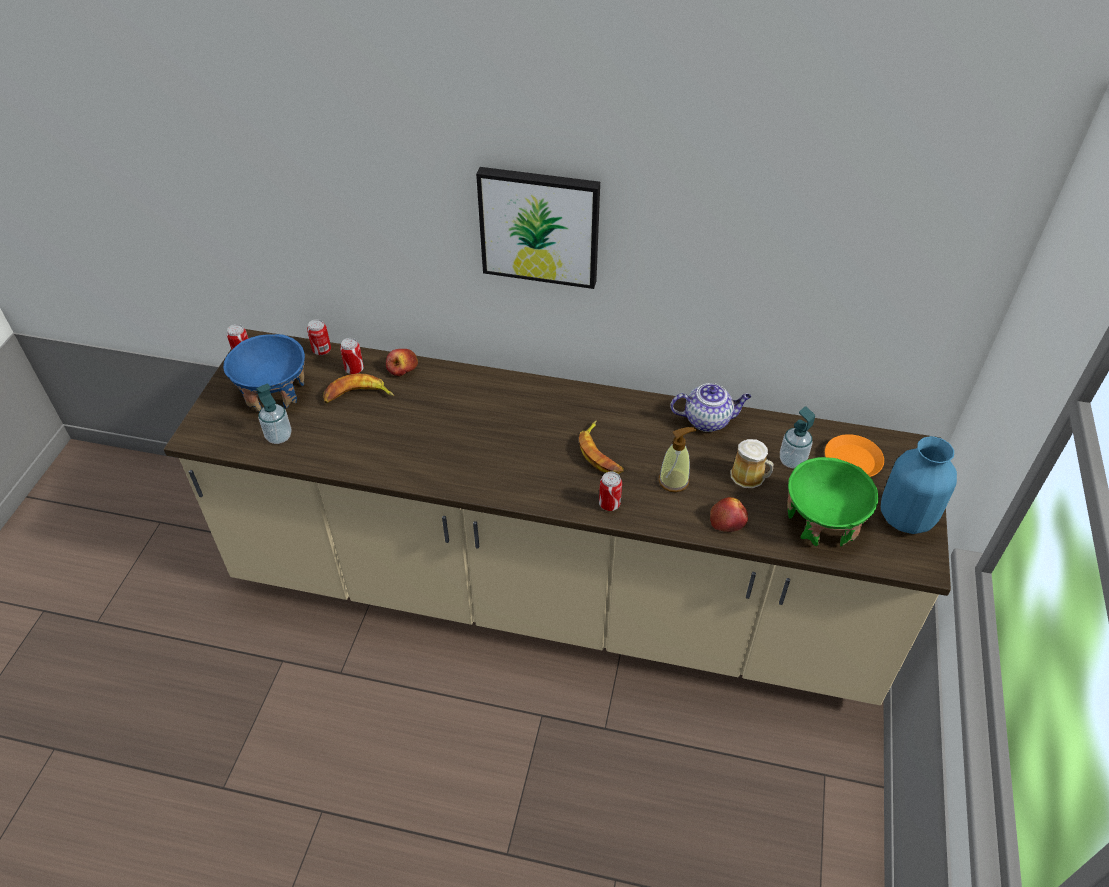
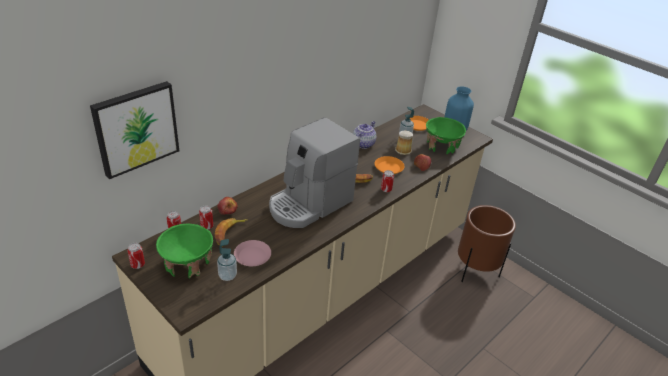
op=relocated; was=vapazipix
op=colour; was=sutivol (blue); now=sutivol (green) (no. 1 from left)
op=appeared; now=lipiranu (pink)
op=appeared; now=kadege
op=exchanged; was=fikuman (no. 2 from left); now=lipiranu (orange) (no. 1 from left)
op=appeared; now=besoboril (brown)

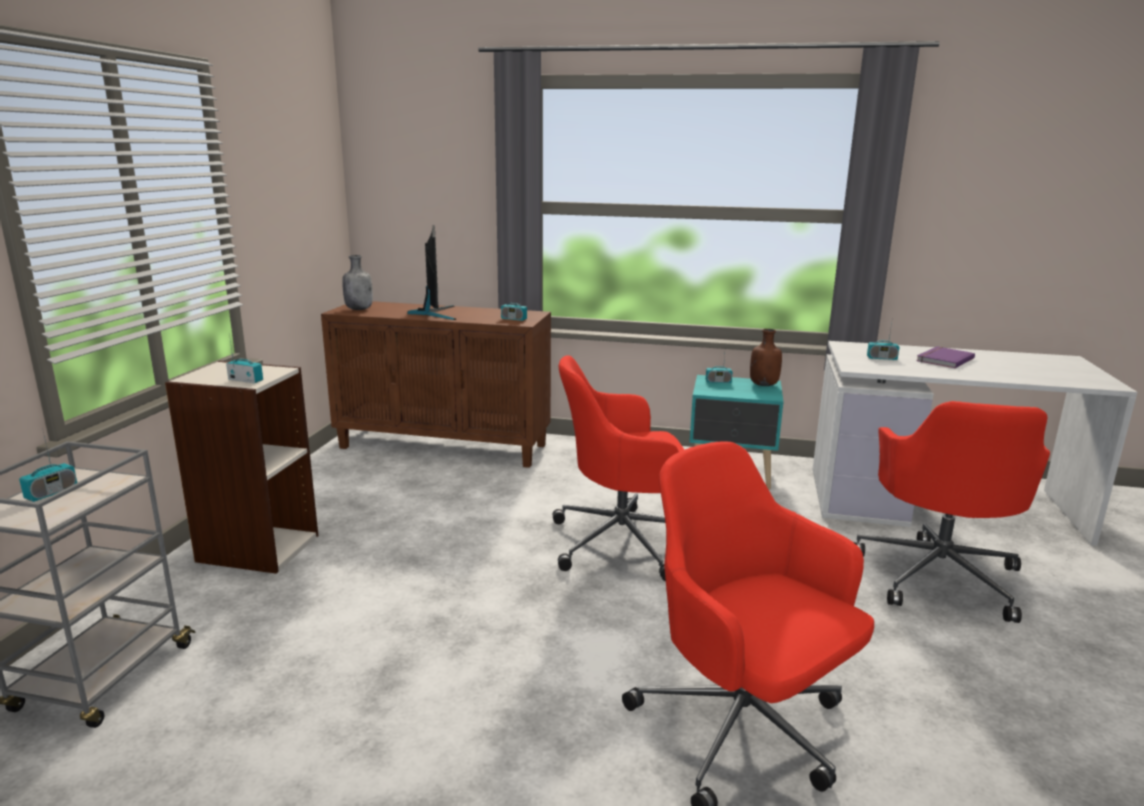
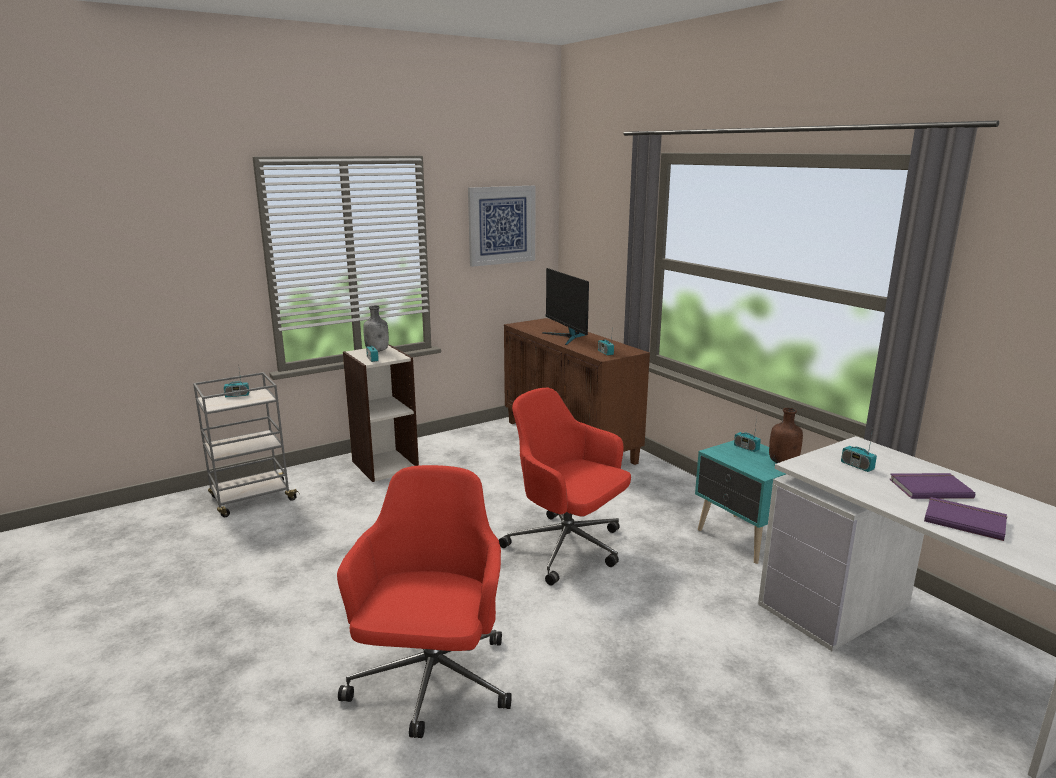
op=relocated; was=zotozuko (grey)
op=appeared; now=vapazipix
op=spun; was=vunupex; clockwise=120
op=appeared; now=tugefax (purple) (no. 2 from left)
op=missing; was=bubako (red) (no. 3 from left)

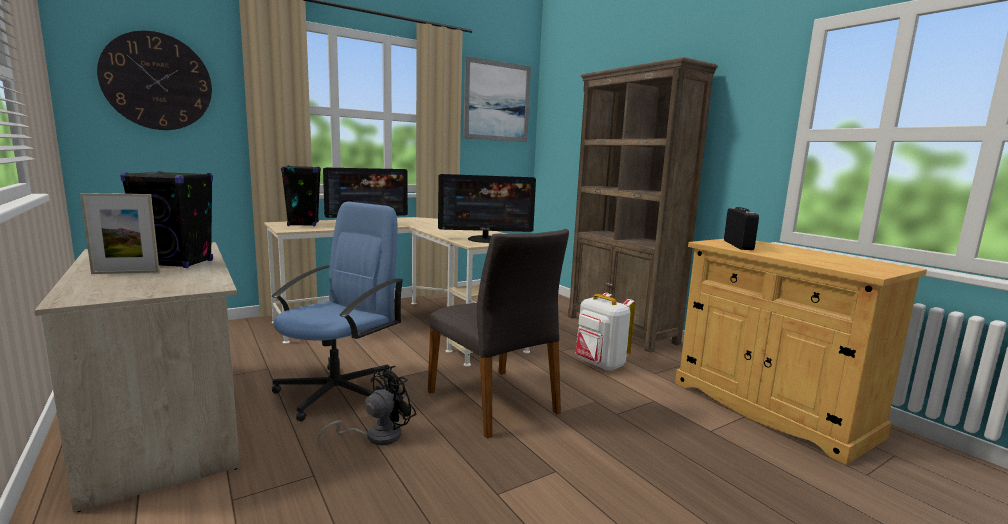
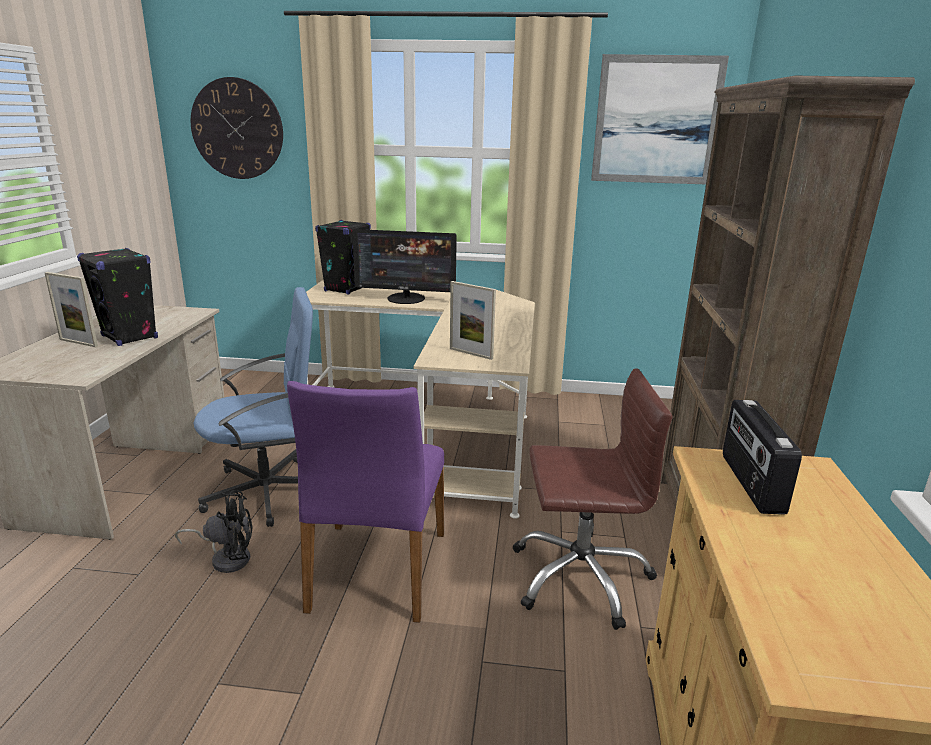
op=colour; was=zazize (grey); now=zazize (purple)
op=exchanged; was=vunupex (no. 2 from left); now=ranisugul (no. 2 from left)
op=exchanged; was=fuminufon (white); now=bubako (brown)
op=spun; was=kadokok; clockwise=135

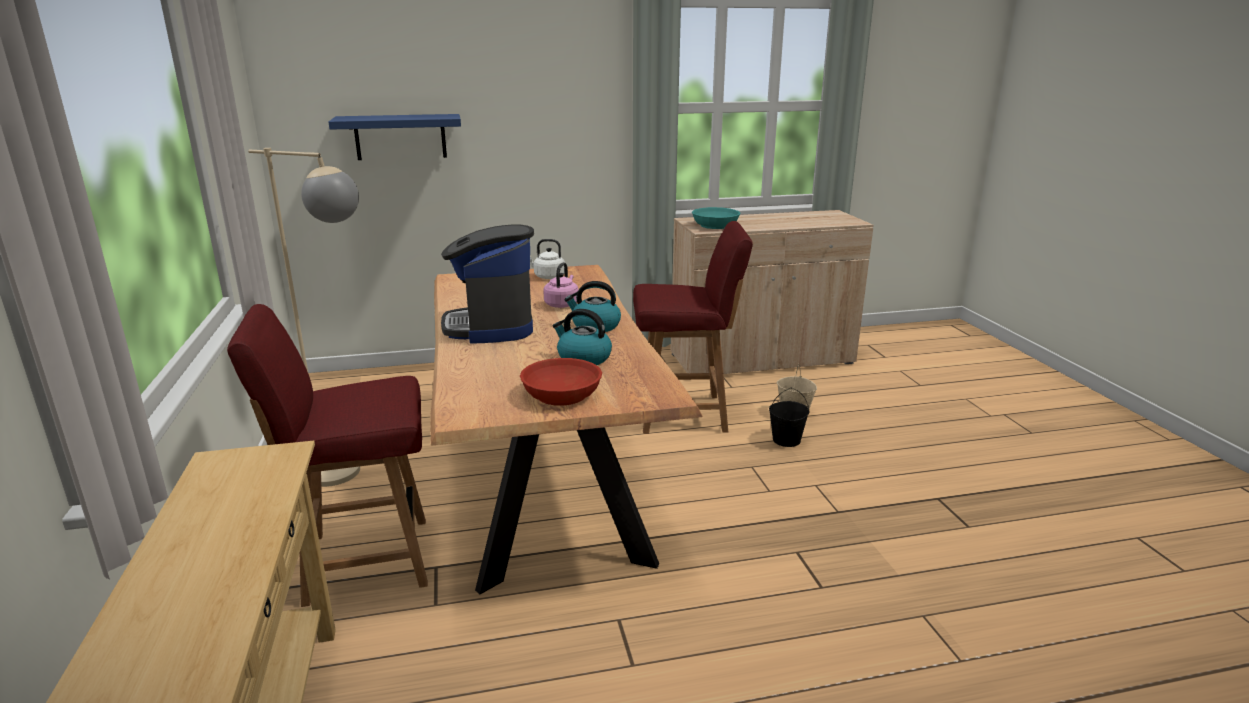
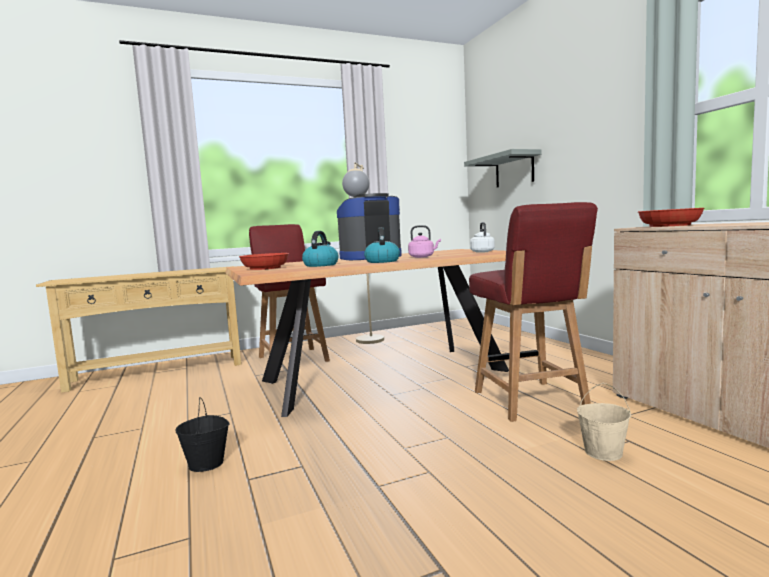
op=relocated; was=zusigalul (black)
op=colour; was=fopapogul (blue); now=fopapogul (grey)
op=colour; was=sutivol (turquoise); now=sutivol (red) (no. 2 from left)

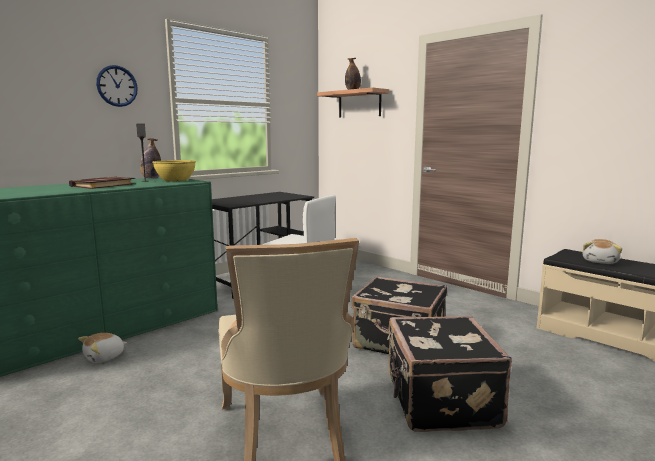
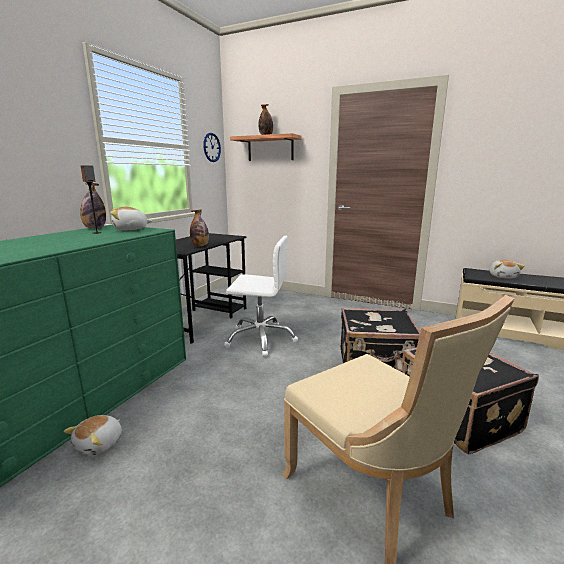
op=exchanged; was=sutivol (yellow); now=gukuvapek (no. 2 from left)
op=appeared; now=zotozuko (no. 2 from left)
op=relocated; was=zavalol
op=missing; was=tugefax

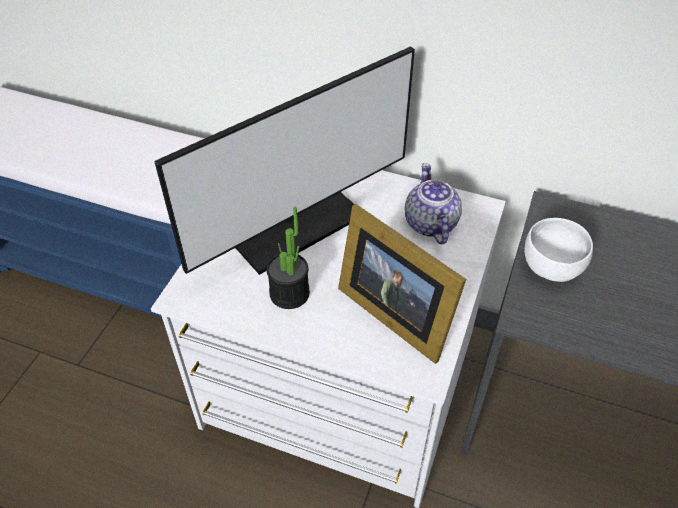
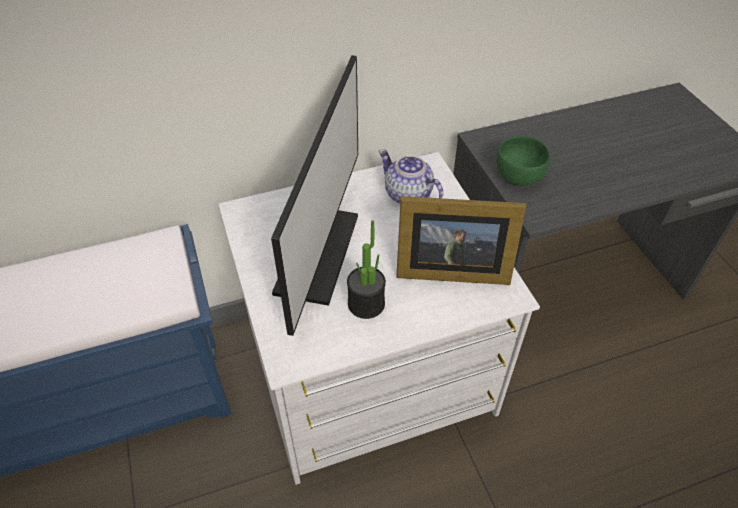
op=colour; was=sutivol (white); now=sutivol (green)

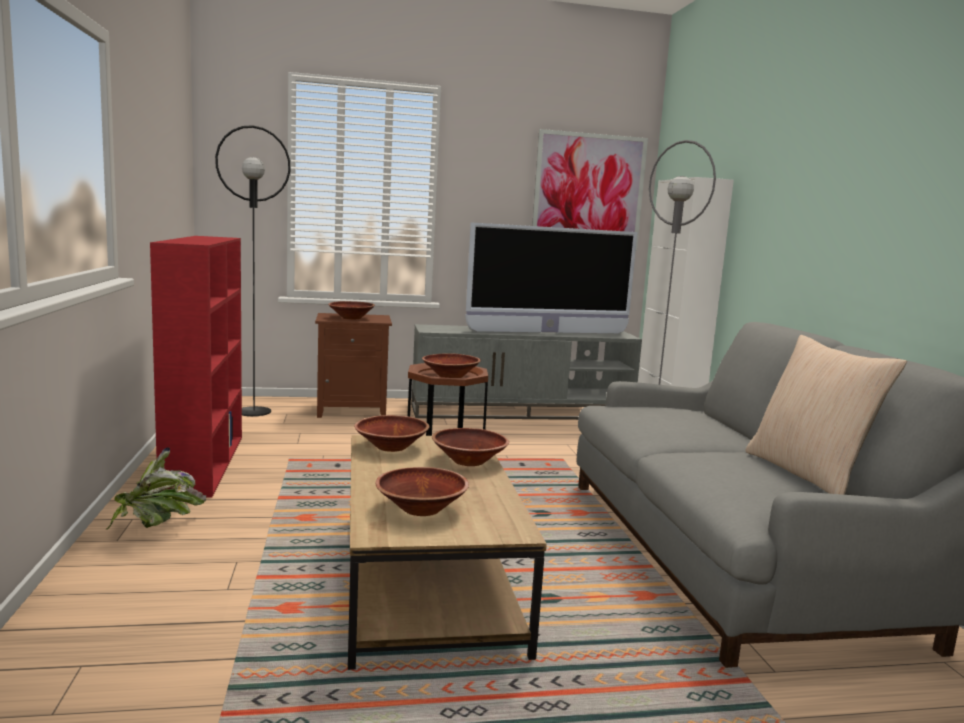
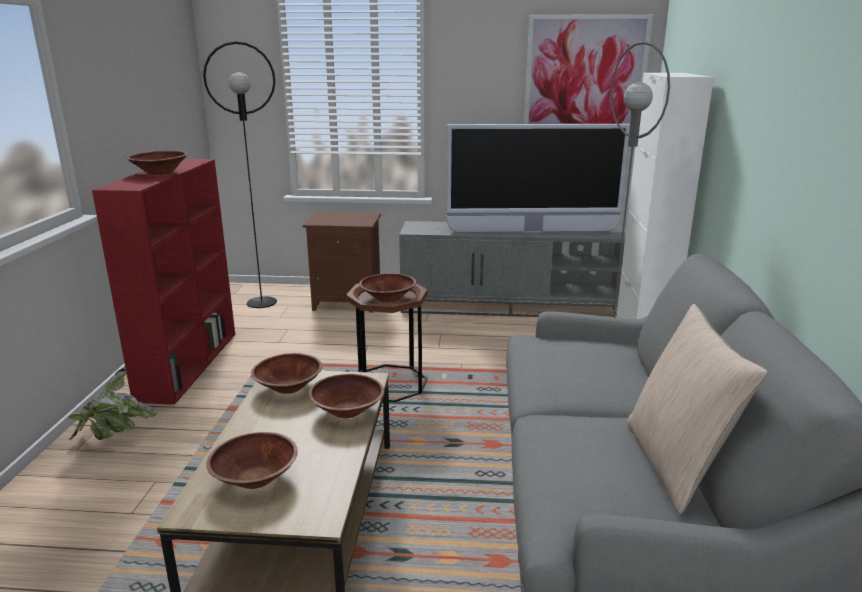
op=relocated; was=sutivol (brown) (no. 1 from left)

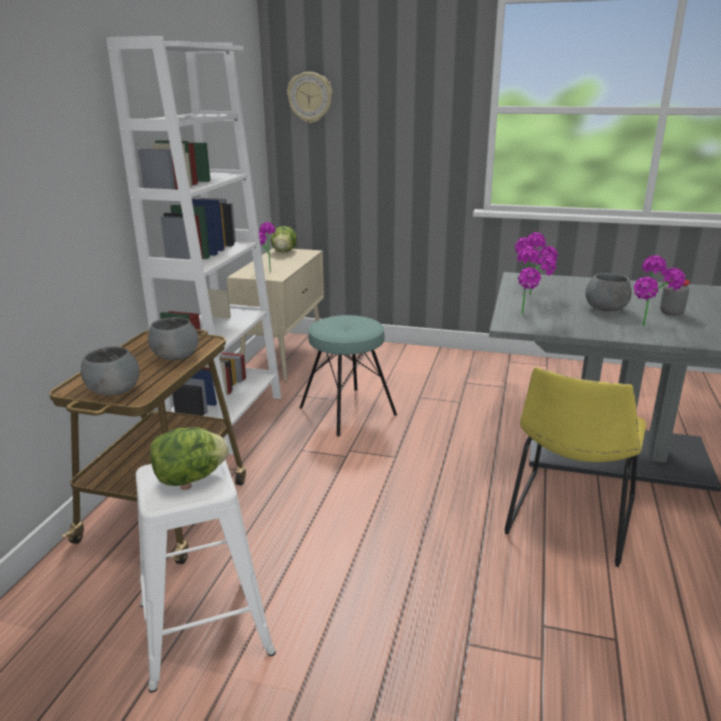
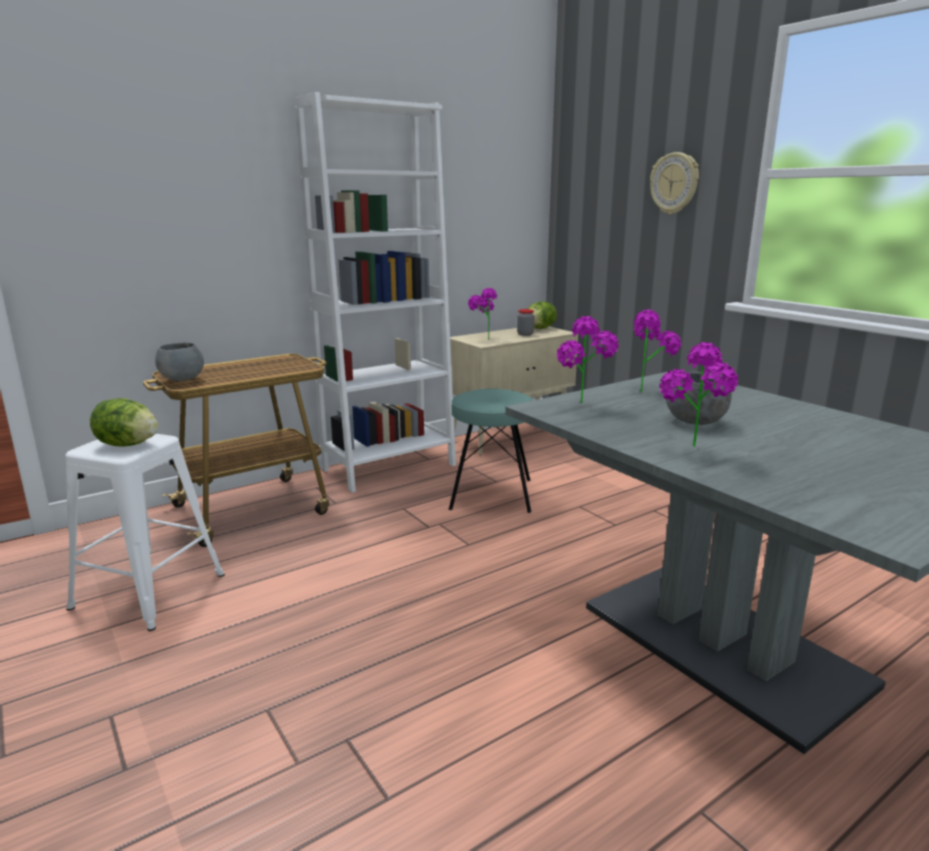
op=relocated; was=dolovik
op=relocated; was=zavalol
op=missing; was=sutivol (grey) (no. 2 from left)
op=missing; was=zazize (yellow)

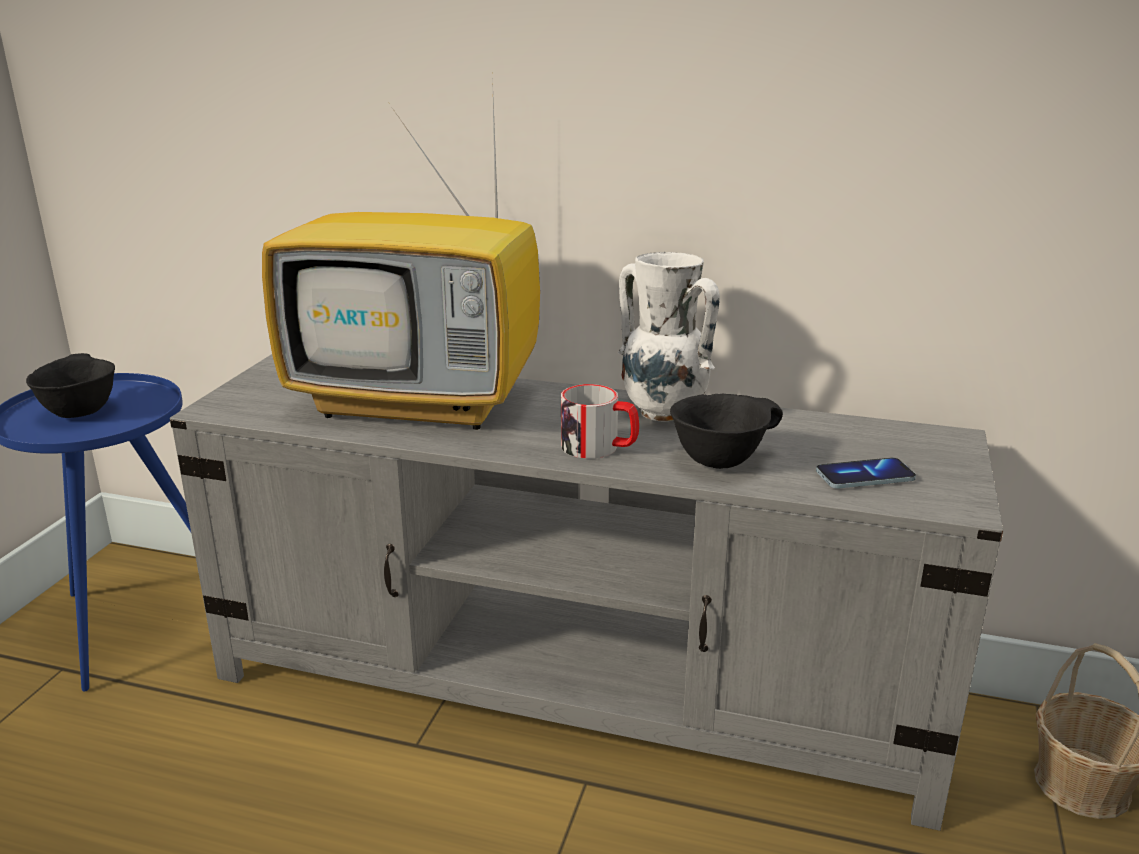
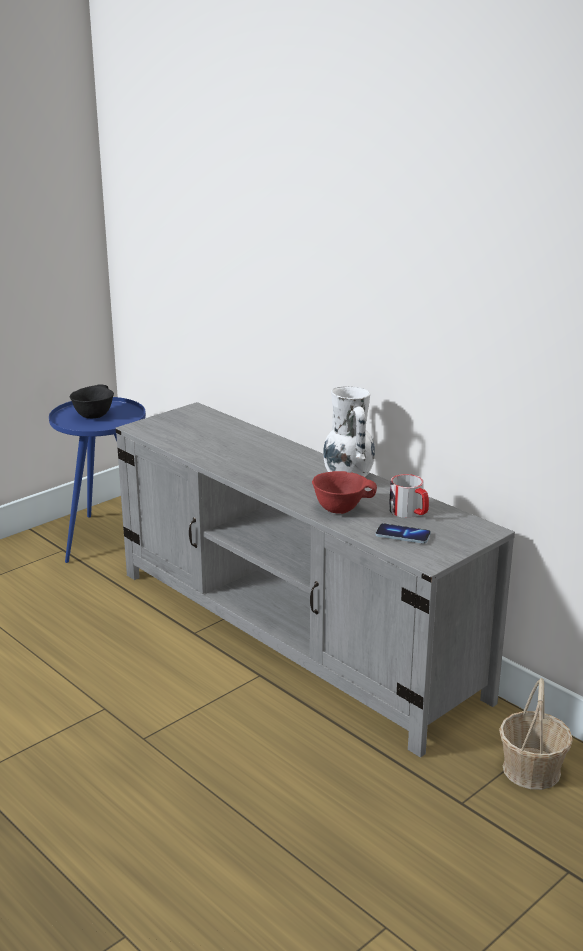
op=colour; was=sutivol (black) (no. 2 from left); now=sutivol (red)
op=relocated; was=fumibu
op=missing; was=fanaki

